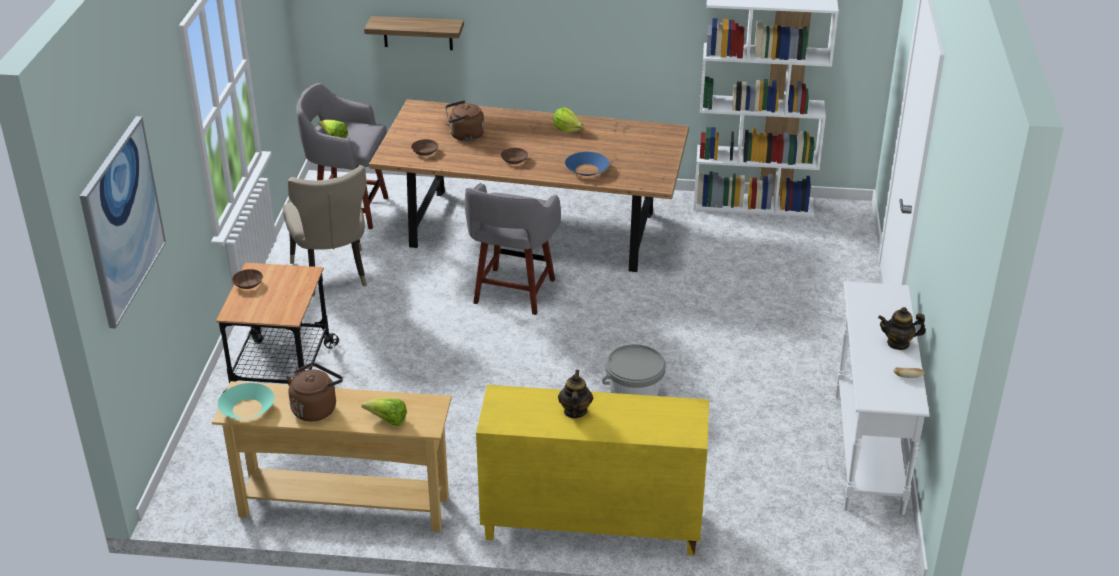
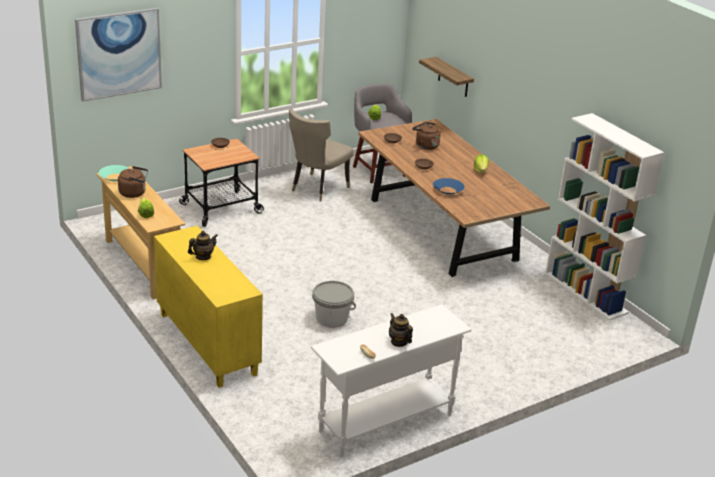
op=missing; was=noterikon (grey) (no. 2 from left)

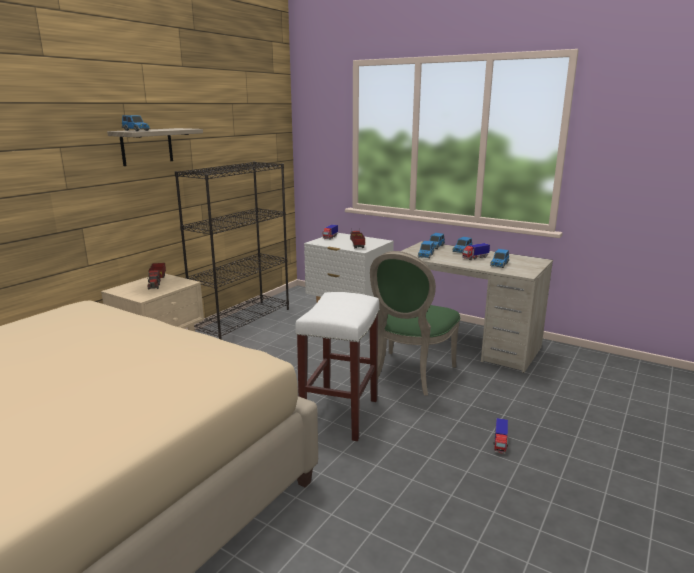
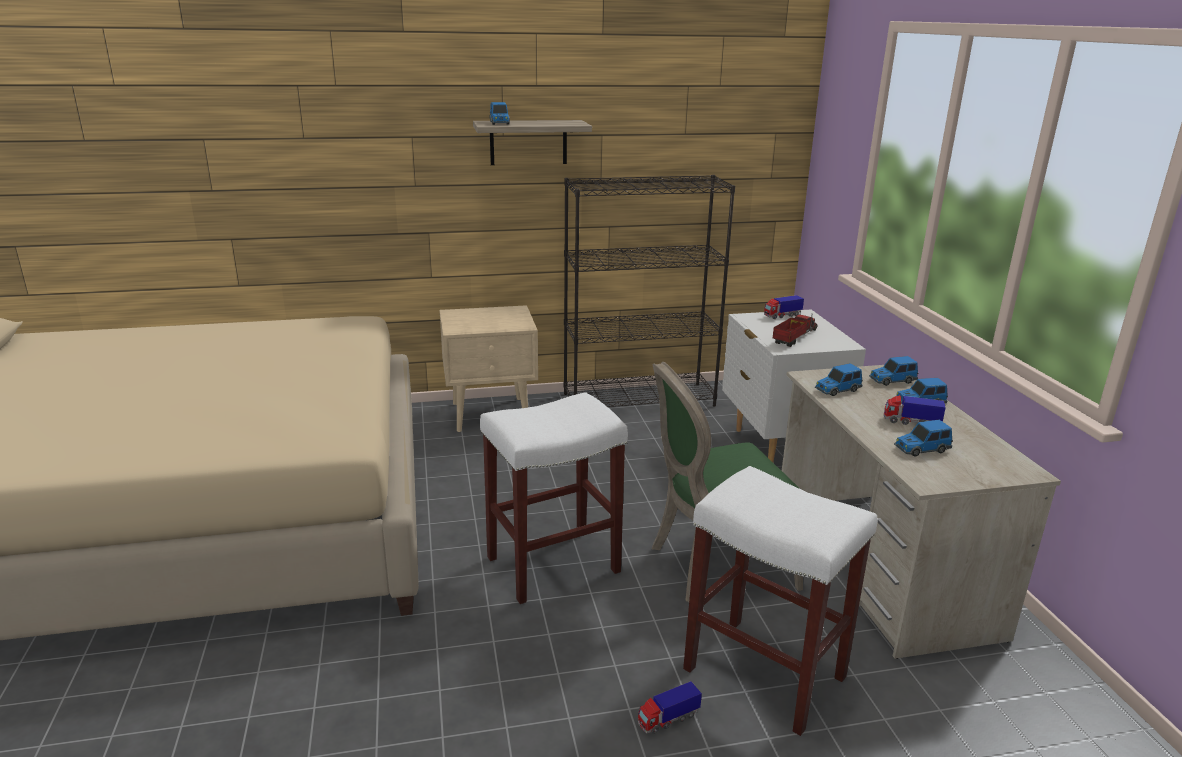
op=appeared; now=noterikon (white) (no. 2 from left)
op=missing; was=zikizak (no. 1 from left)

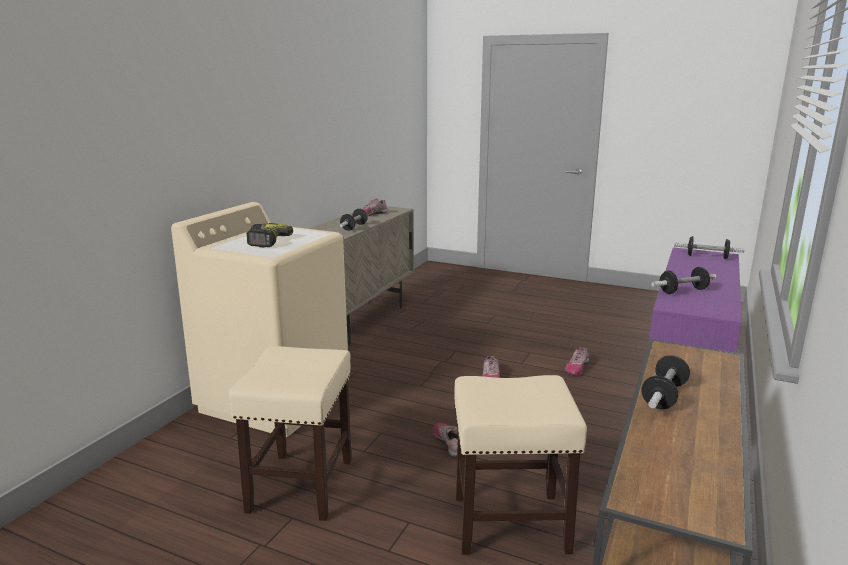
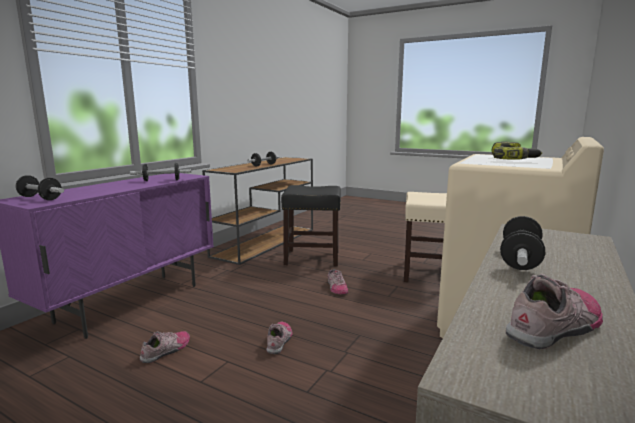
op=colour; was=noterikon (beige) (no. 2 from left); now=noterikon (black)

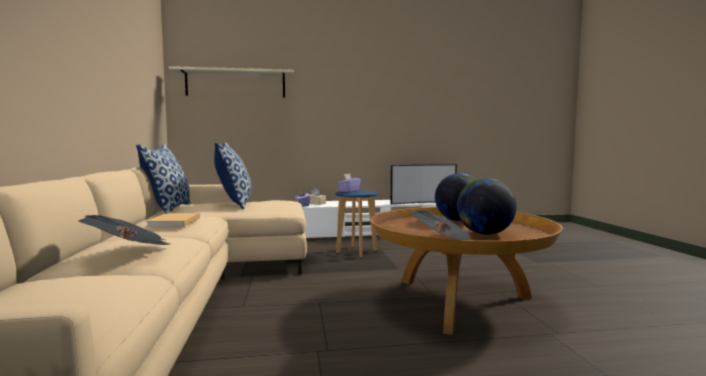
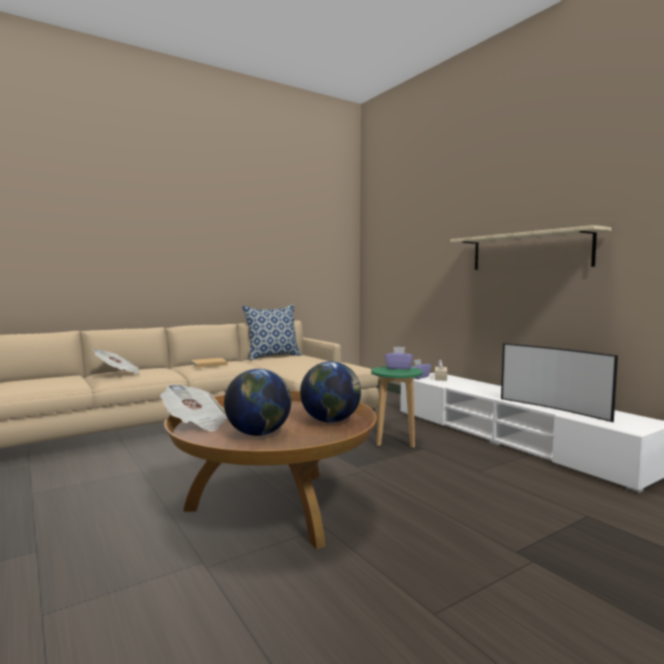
op=colour; was=noterikon (blue); now=noterikon (green)
op=relocated; was=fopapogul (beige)
op=missing; was=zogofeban (no. 2 from left)

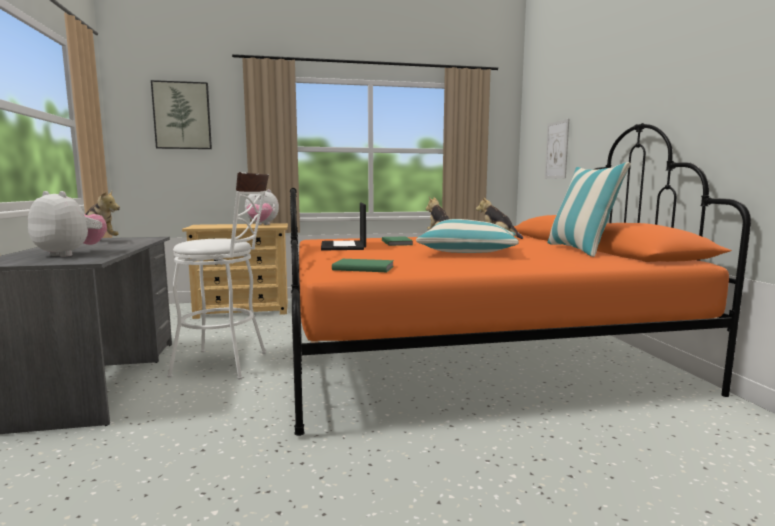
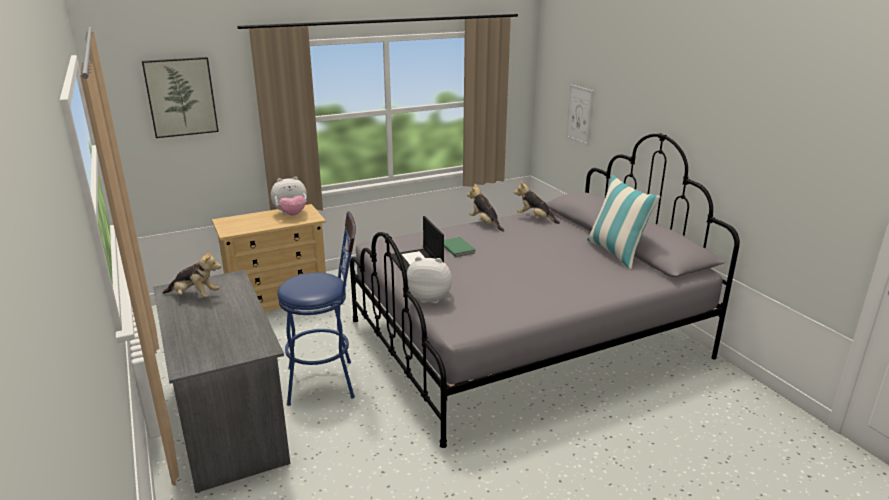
op=colour; was=noterikon (white); now=noterikon (blue)
op=colour; was=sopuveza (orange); now=sopuveza (grey)
op=relocated; was=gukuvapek (no. 1 from left in the first image); now=gukuvapek (no. 3 from left)
op=missing; was=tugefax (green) (no. 1 from left)
op=missing; was=zogofeban (no. 1 from left)

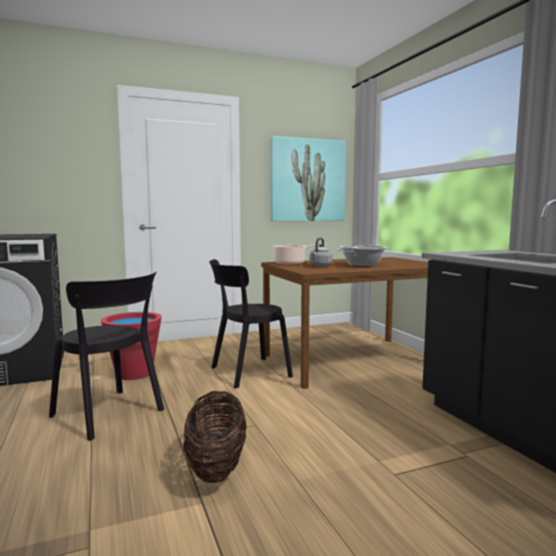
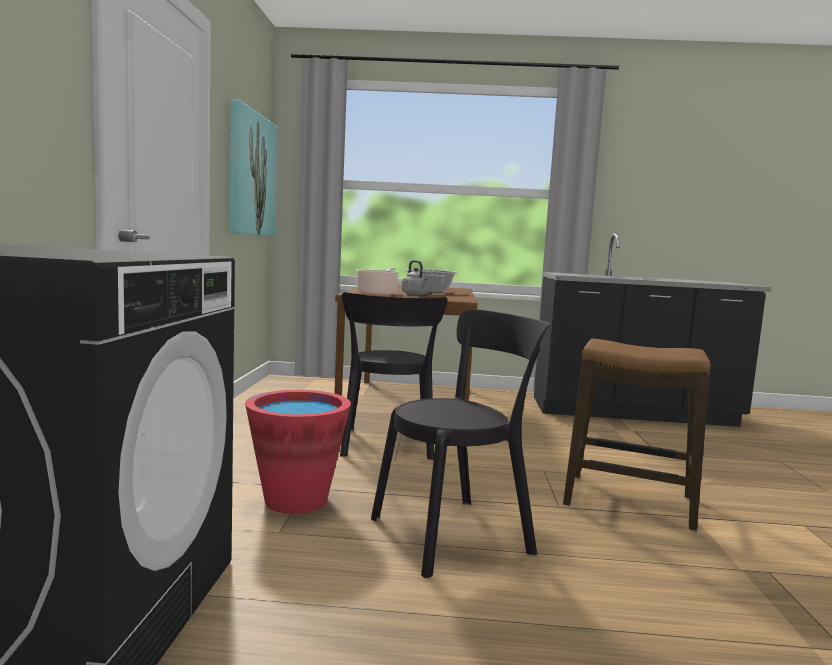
op=exchanged; was=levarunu; now=noterikon

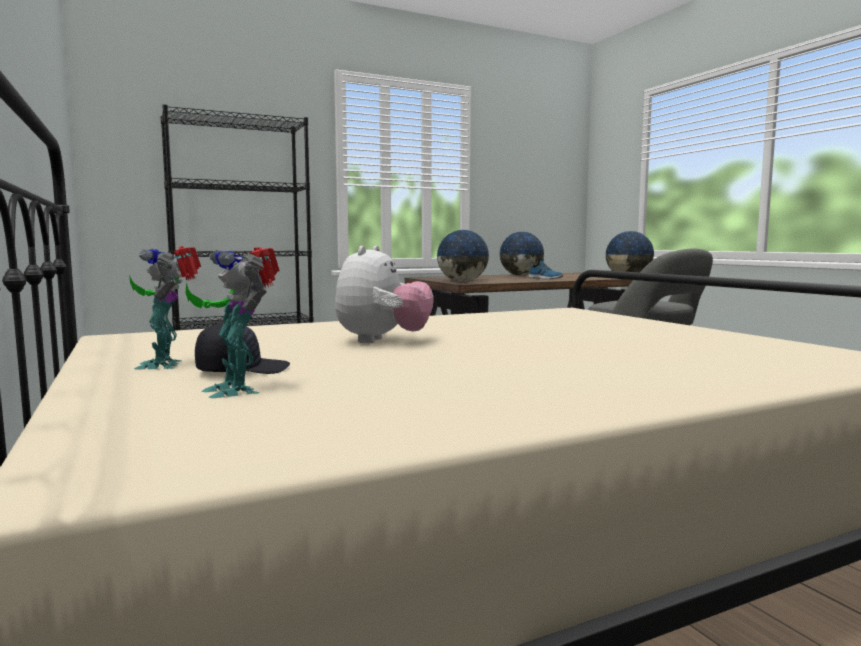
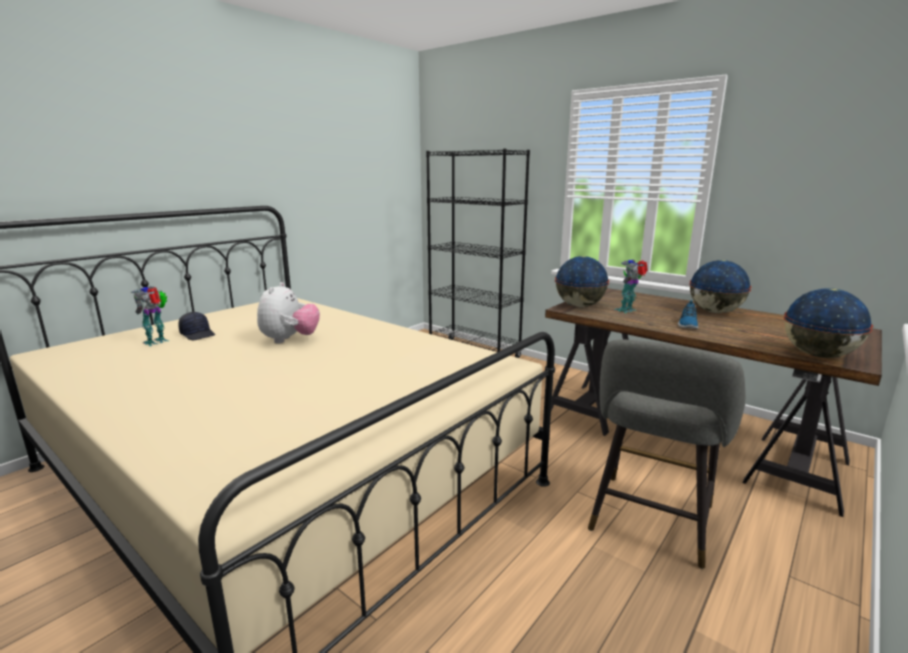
op=spun; was=gukuvapek; clockwise=-75
op=relocated; was=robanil (no. 1 from left in the first image); now=robanil (no. 2 from left)

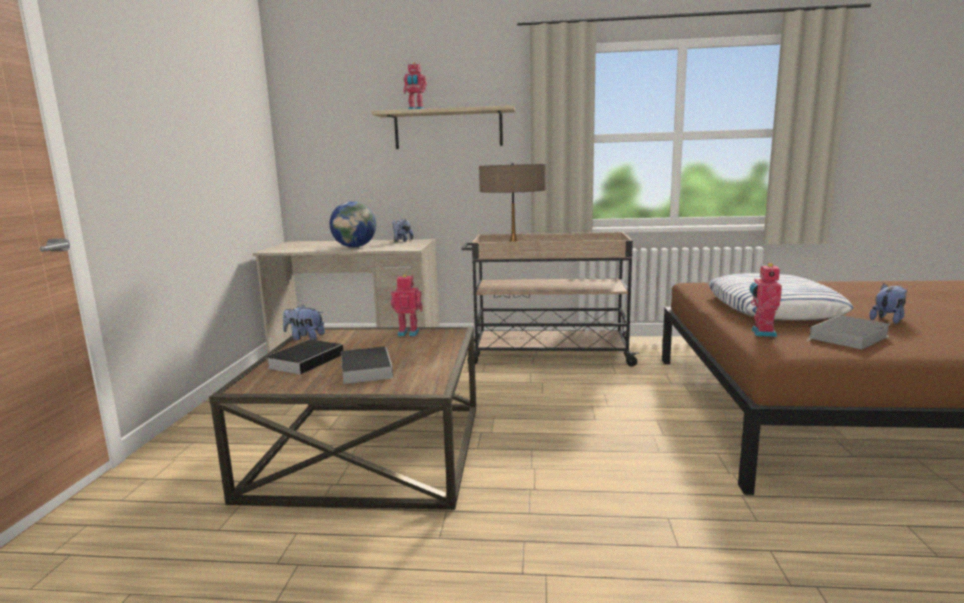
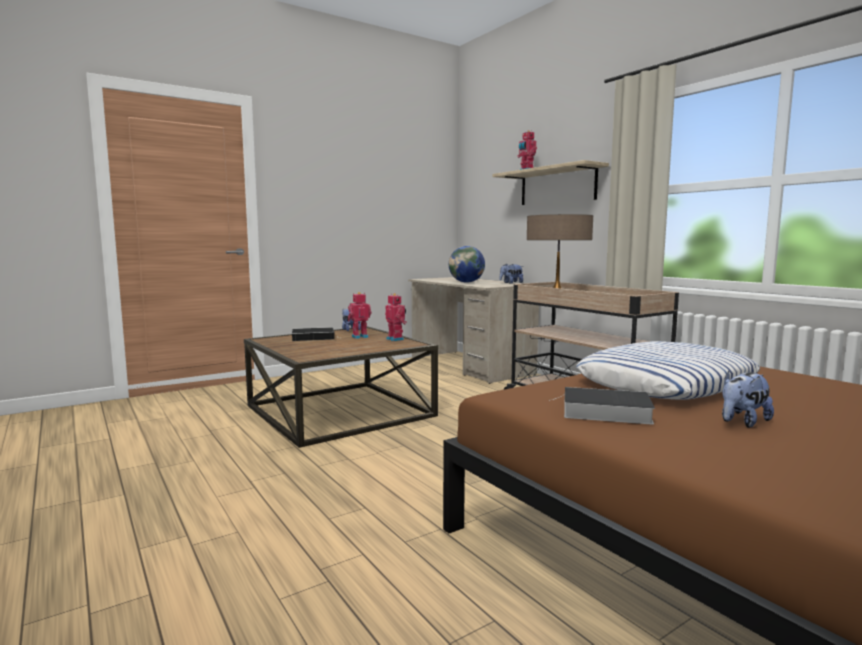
op=relocated; was=robanil (no. 3 from left in the first image); now=robanil (no. 1 from left)
op=spun; was=gukuvapek (no. 3 from left); clockwise=135
op=missing; was=tugefax (no. 2 from left)

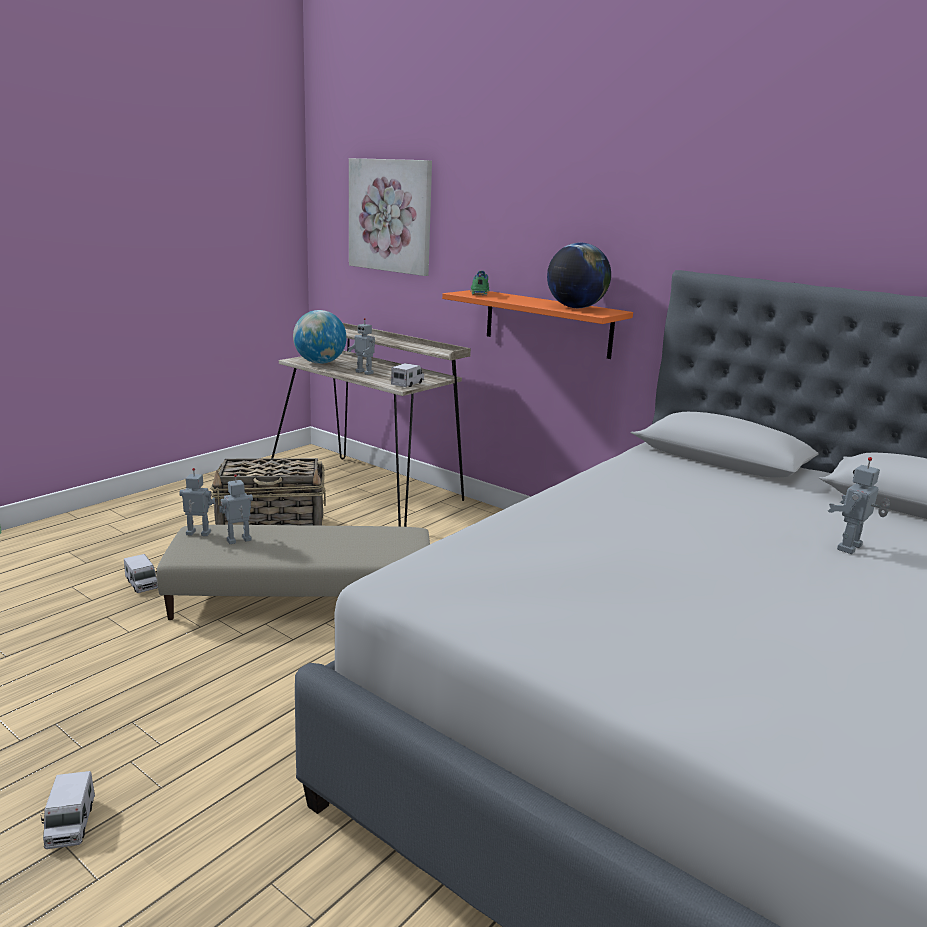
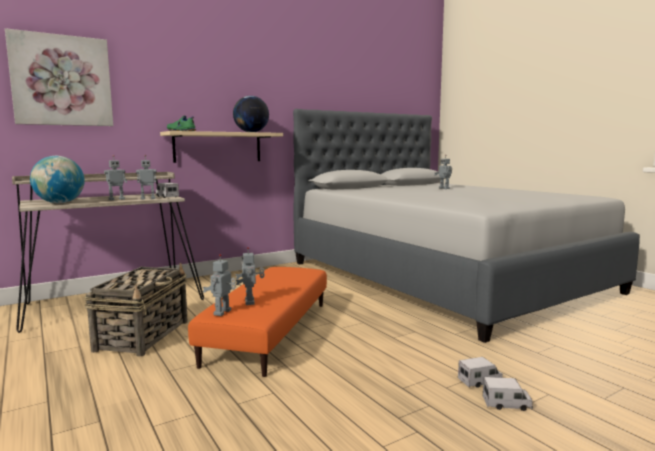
op=appeared; now=robanil (no. 2 from left)
op=colour; was=fopapogul (orange); now=fopapogul (beige)
op=colour; was=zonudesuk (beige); now=zonudesuk (orange)
op=relocated; was=zikizak (no. 2 from left)

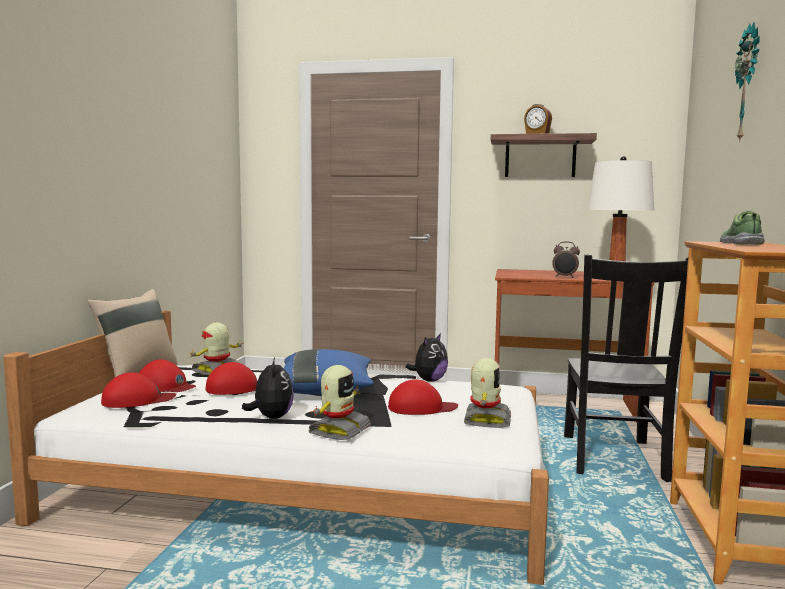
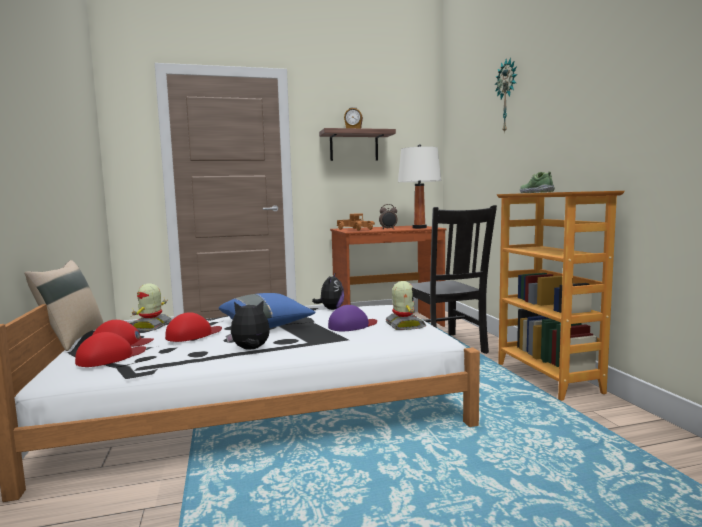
op=spun; was=gukuvapek (no. 1 from left); clockwise=-60
op=colour; was=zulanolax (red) (no. 4 from left); now=zulanolax (purple)
op=appeared; now=zikizak
op=missing; was=robanil (no. 2 from left)

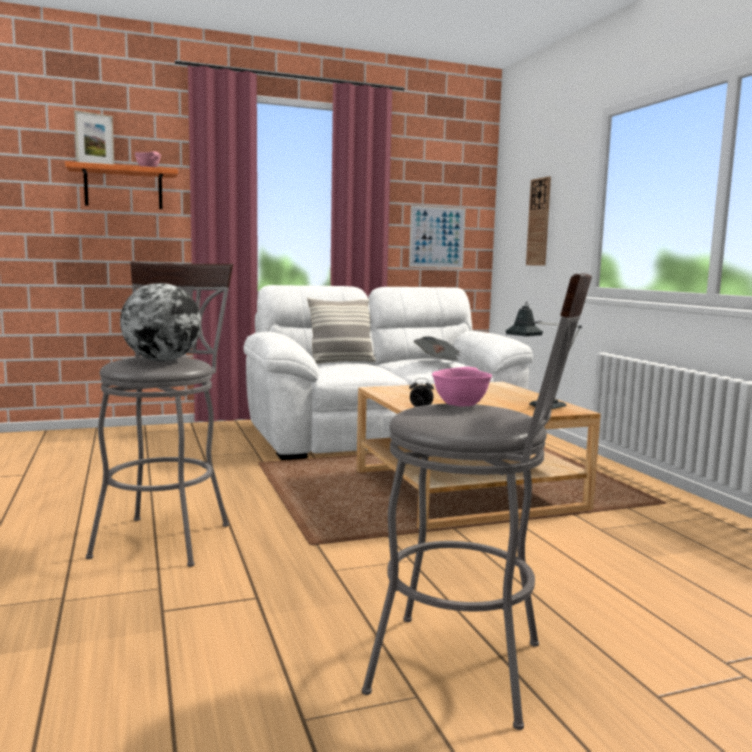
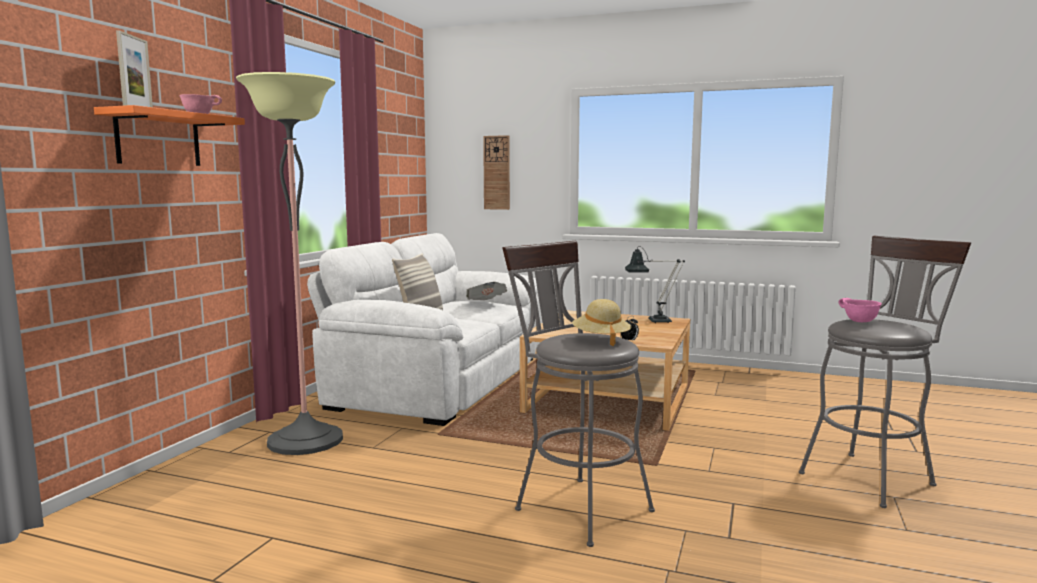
op=appeared; now=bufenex
op=exchanged; was=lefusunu; now=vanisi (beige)
op=missing; was=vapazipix

